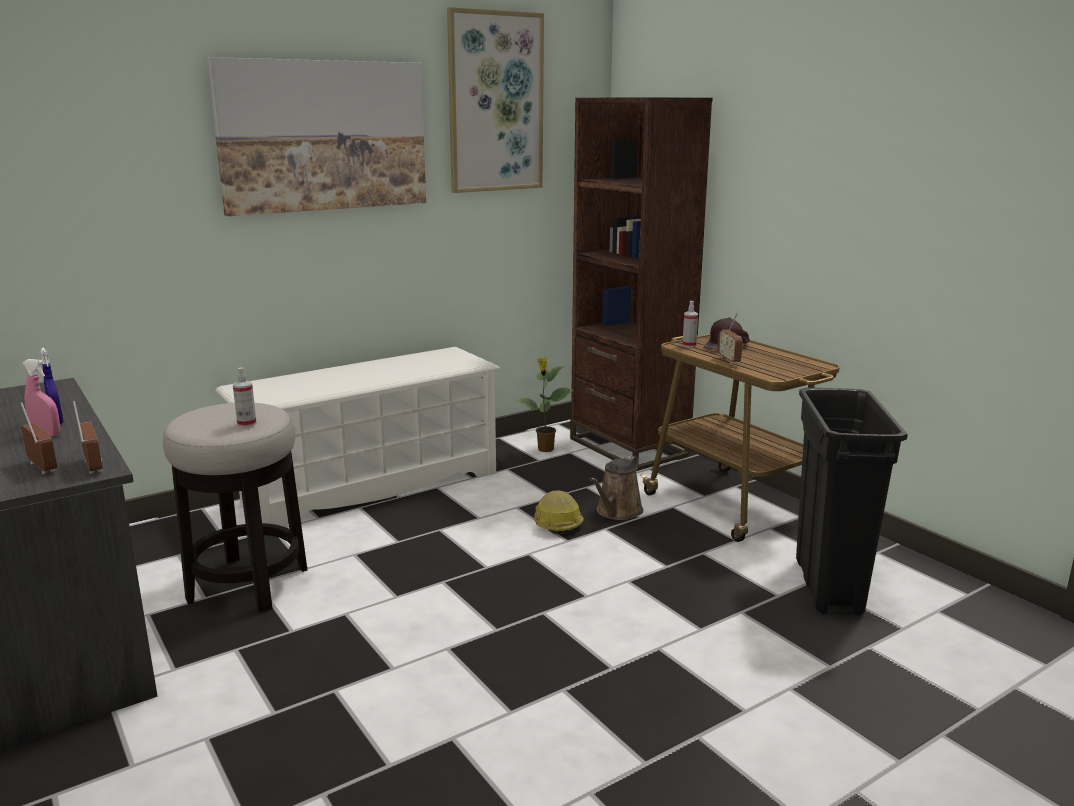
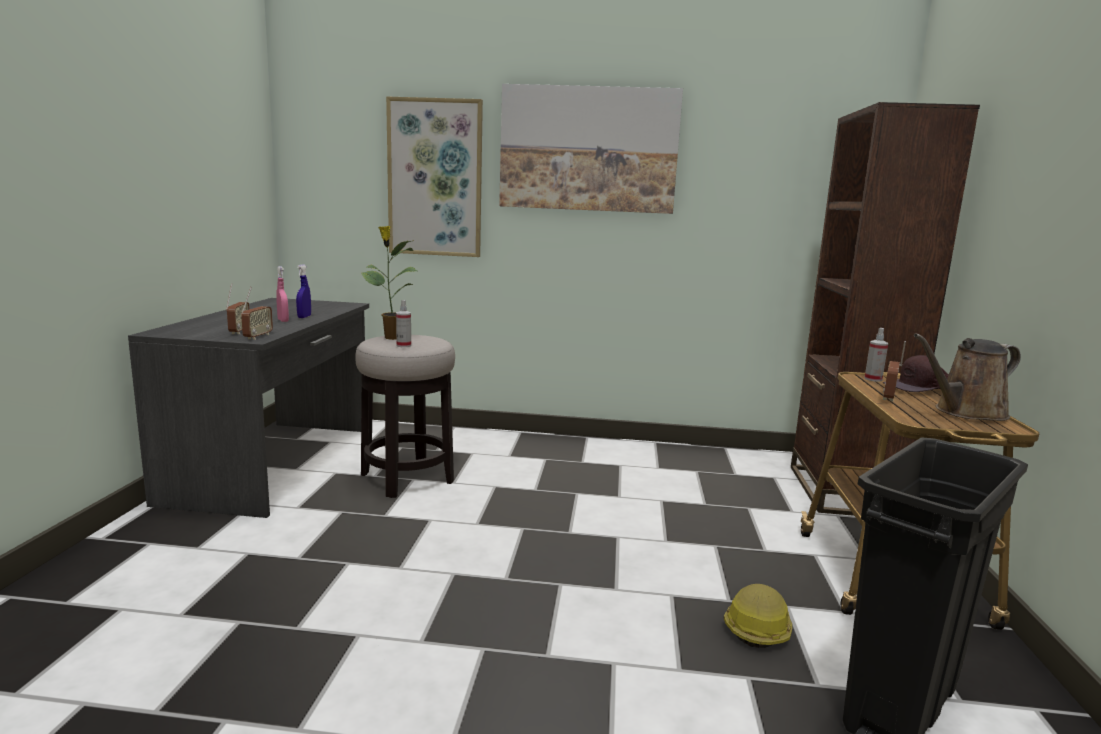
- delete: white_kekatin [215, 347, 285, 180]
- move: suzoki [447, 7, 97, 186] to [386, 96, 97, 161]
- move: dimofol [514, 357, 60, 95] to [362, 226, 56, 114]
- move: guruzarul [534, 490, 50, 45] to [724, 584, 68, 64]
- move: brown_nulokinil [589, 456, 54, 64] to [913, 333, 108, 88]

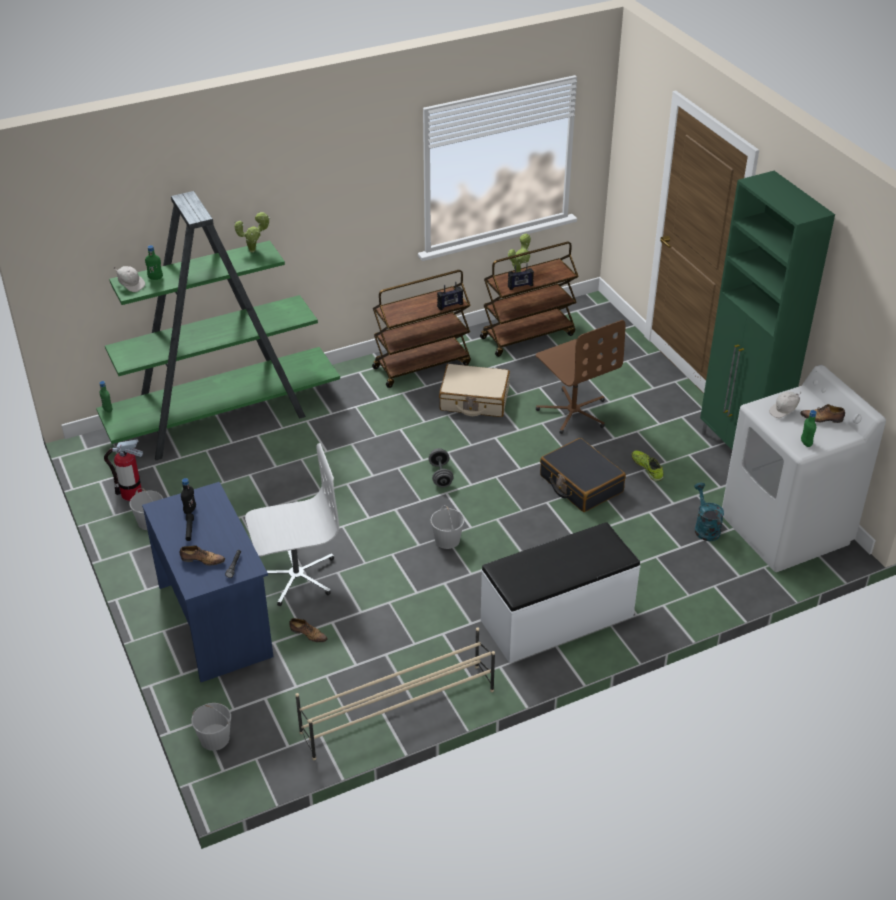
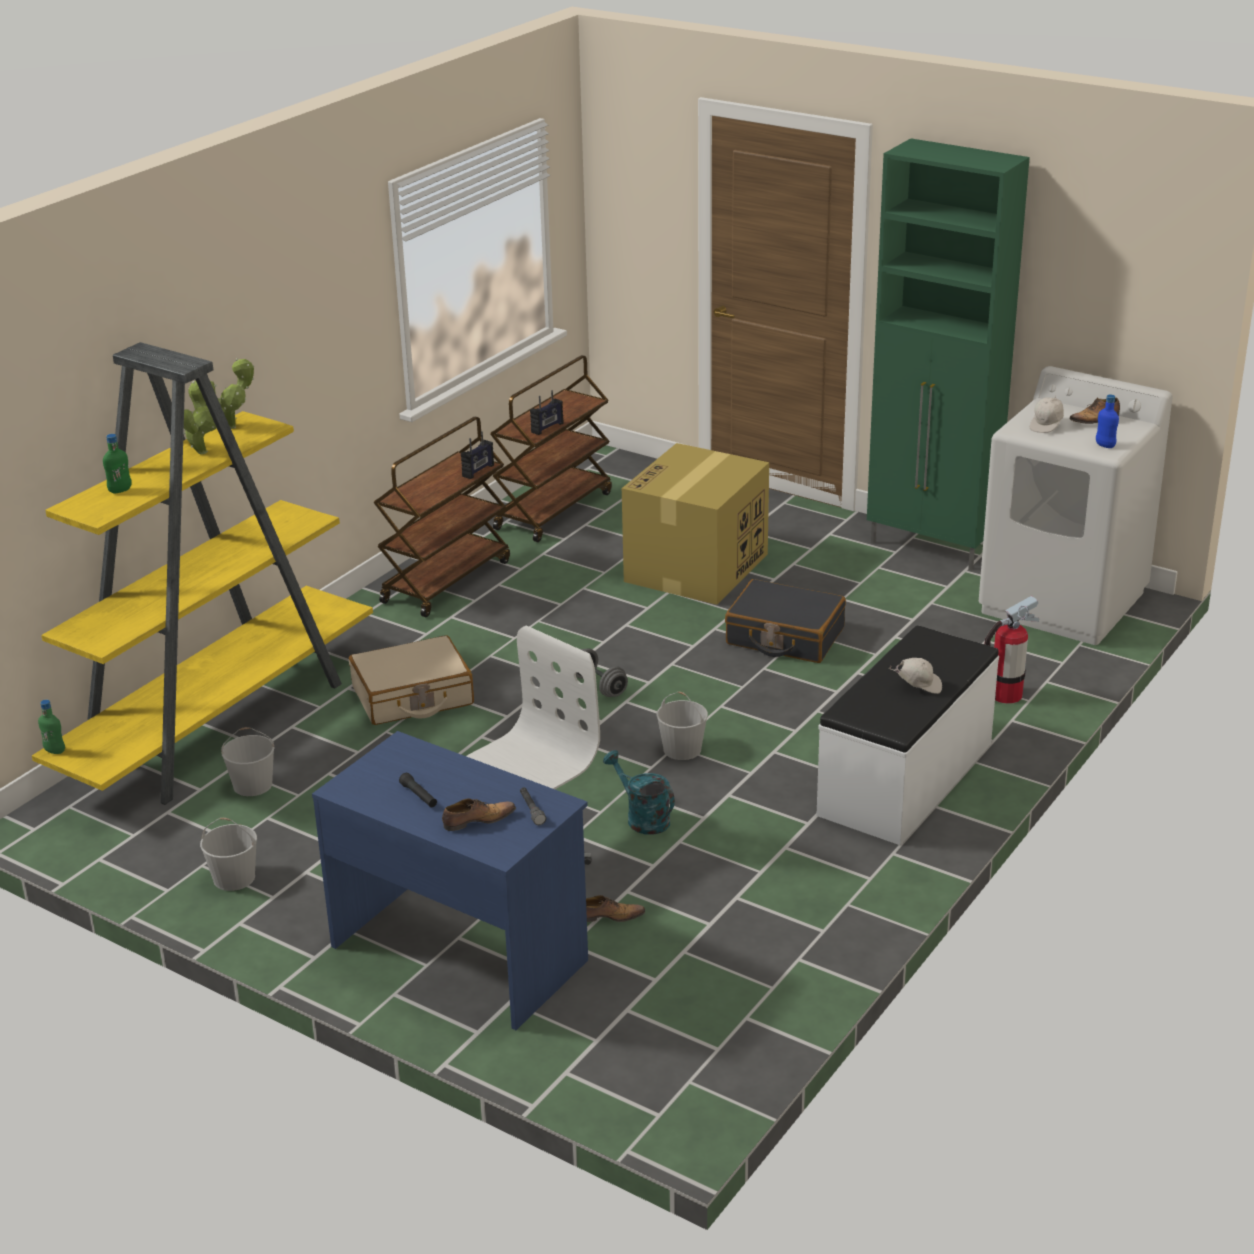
- recolor: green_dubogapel [96, 191, 244, 269] to yellow_dubogapel [32, 342, 341, 463]
- move: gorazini [104, 439, 39, 62] to [984, 596, 55, 108]
- move: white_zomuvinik [114, 266, 31, 26] to [889, 658, 53, 36]
- delete: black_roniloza [181, 478, 15, 36]
- move: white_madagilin [191, 703, 40, 48] to [221, 727, 54, 69]
- delete: beige_kekatin [295, 627, 200, 133]
- move: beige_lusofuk [439, 364, 71, 53] to [349, 635, 125, 90]
- move: dimofol [508, 234, 23, 38] to [183, 381, 34, 74]
- replace: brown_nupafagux [536, 320, 90, 114] to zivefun [622, 443, 147, 162]
- delete: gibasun [631, 450, 32, 31]
- move: turquoise_nulokinil [694, 483, 30, 58] to [603, 750, 72, 85]
- recolor: green_roniloza [801, 410, 16, 37] to blue_roniloza [1096, 395, 23, 53]

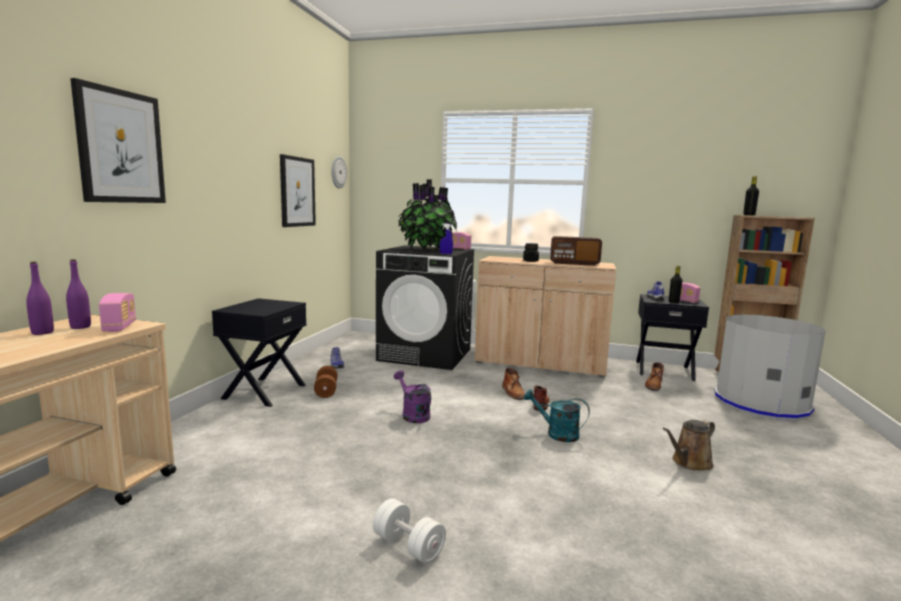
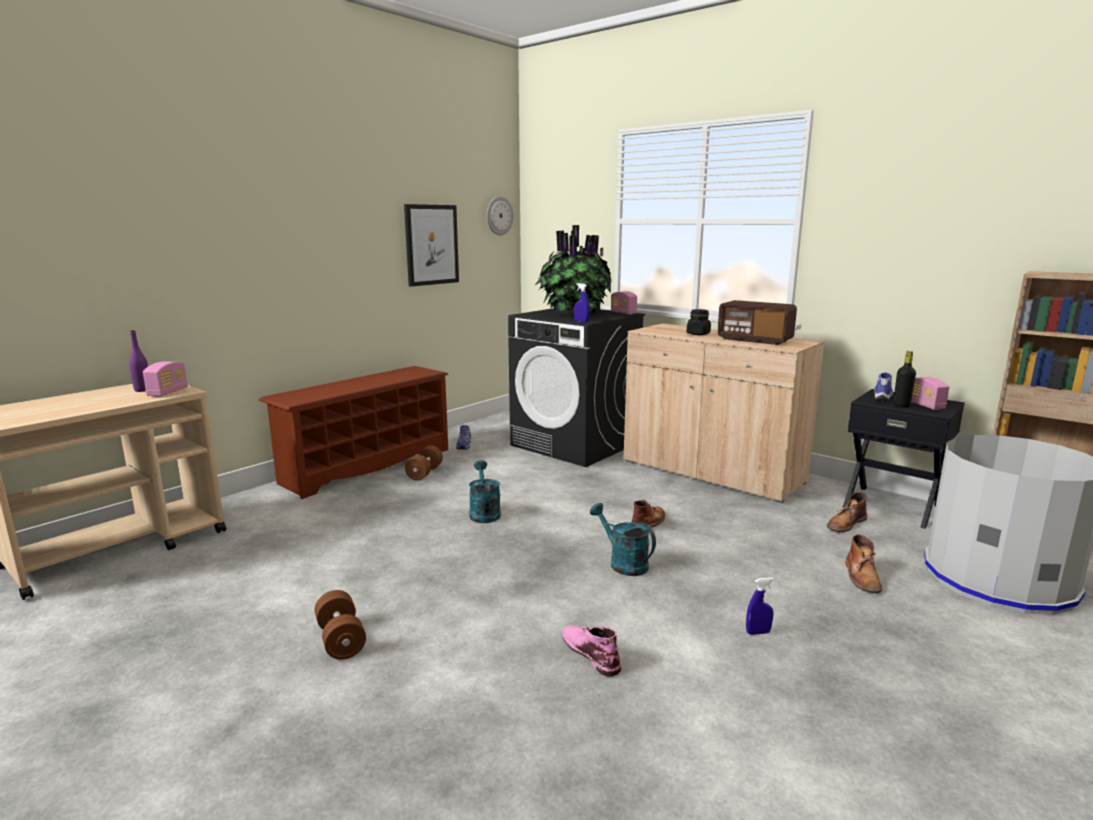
- delete: purple_roniloza [26, 262, 28, 73]
- delete: suzoki [70, 78, 96, 125]
- replace: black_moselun [212, 298, 94, 109] to brown_kekatin [258, 366, 191, 133]
- recolor: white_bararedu [373, 498, 73, 66] to brown_bararedu [315, 590, 51, 70]
- recolor: purple_nulokinil [394, 370, 37, 53] to turquoise_nulokinil [469, 460, 32, 63]
- move: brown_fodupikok [502, 368, 23, 32] to [845, 534, 37, 59]
- replace: brown_nulokinil [663, 420, 52, 51] to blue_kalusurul [746, 577, 28, 58]
- delete: black_roniloza [743, 176, 16, 39]
- insert: pink_fodupikok [562, 625, 59, 52]

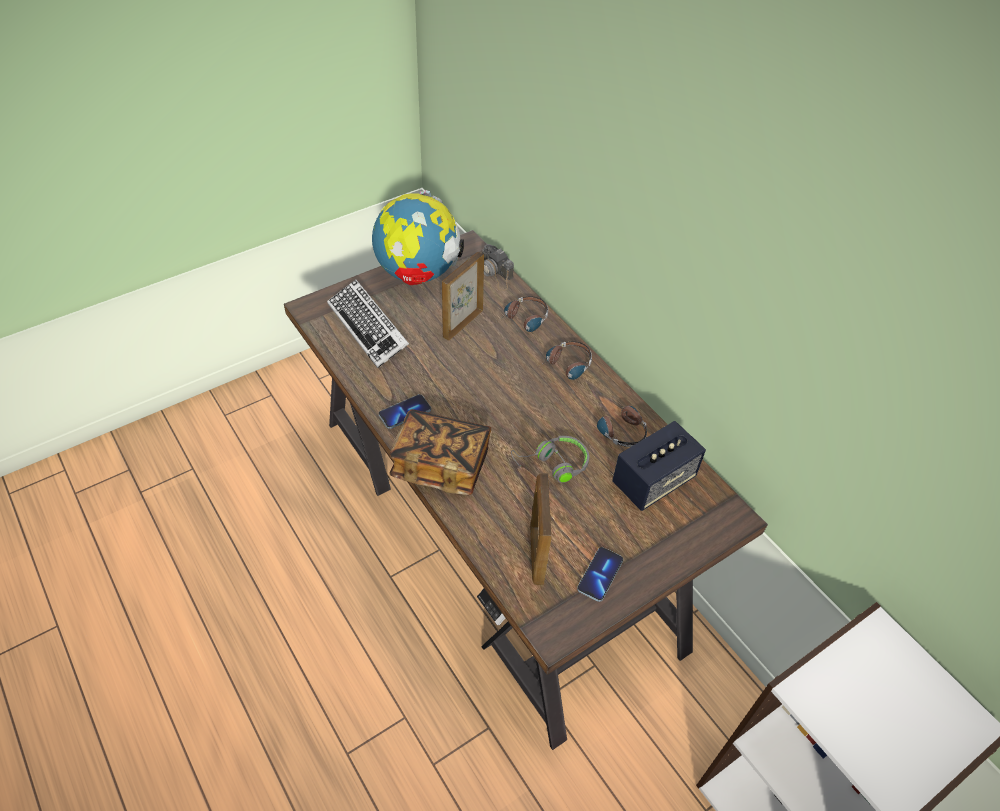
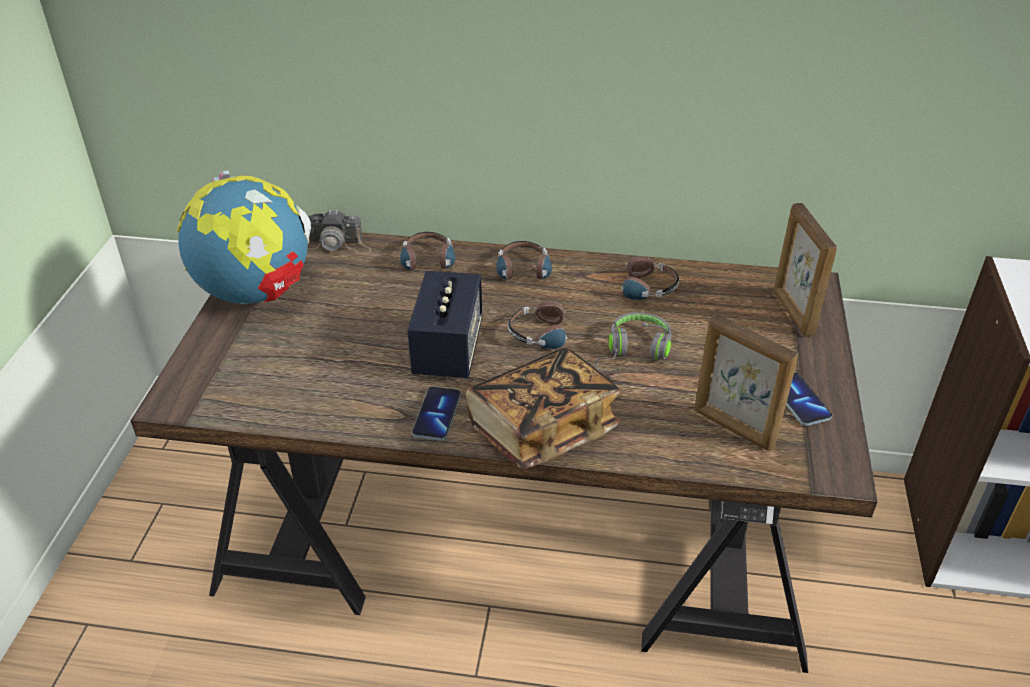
- delete: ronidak [327, 279, 82, 89]
- move: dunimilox [442, 252, 42, 89] to [774, 203, 63, 134]
- move: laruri [612, 421, 94, 90] to [407, 271, 75, 107]
- insert: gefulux [508, 302, 83, 47]

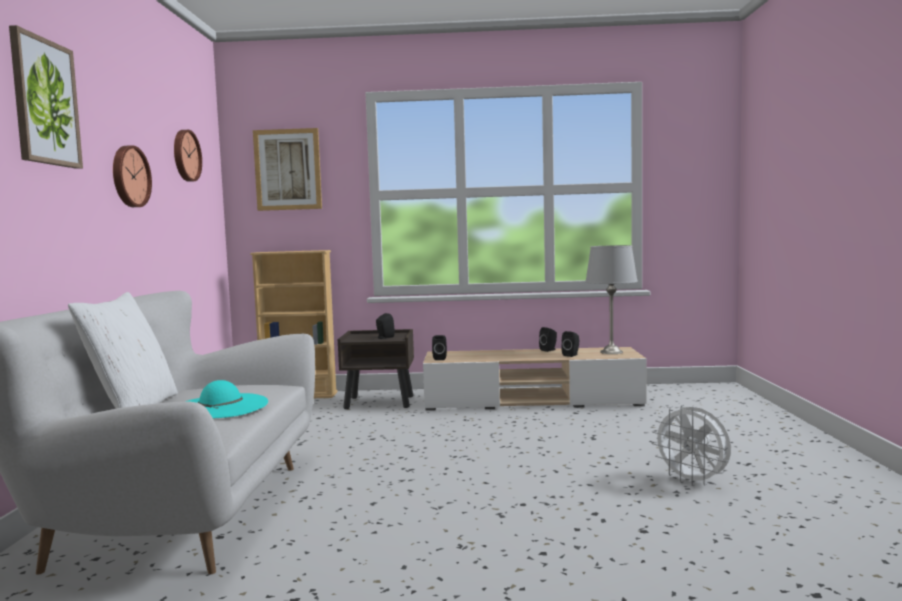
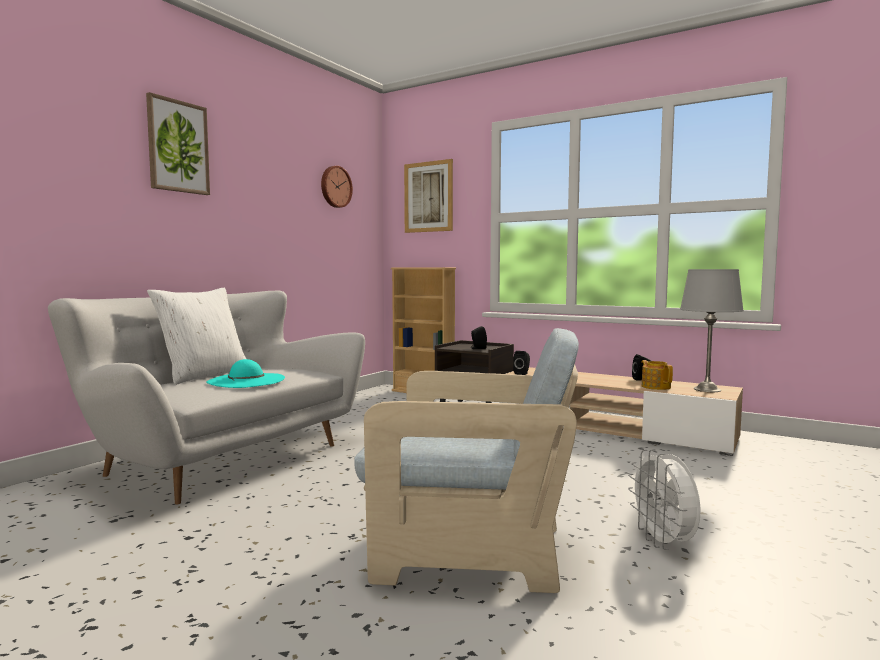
- delete: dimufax [113, 145, 39, 62]
- replace: black_laruri [561, 331, 18, 26] to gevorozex [641, 360, 32, 30]
- insert: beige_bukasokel [354, 328, 225, 265]

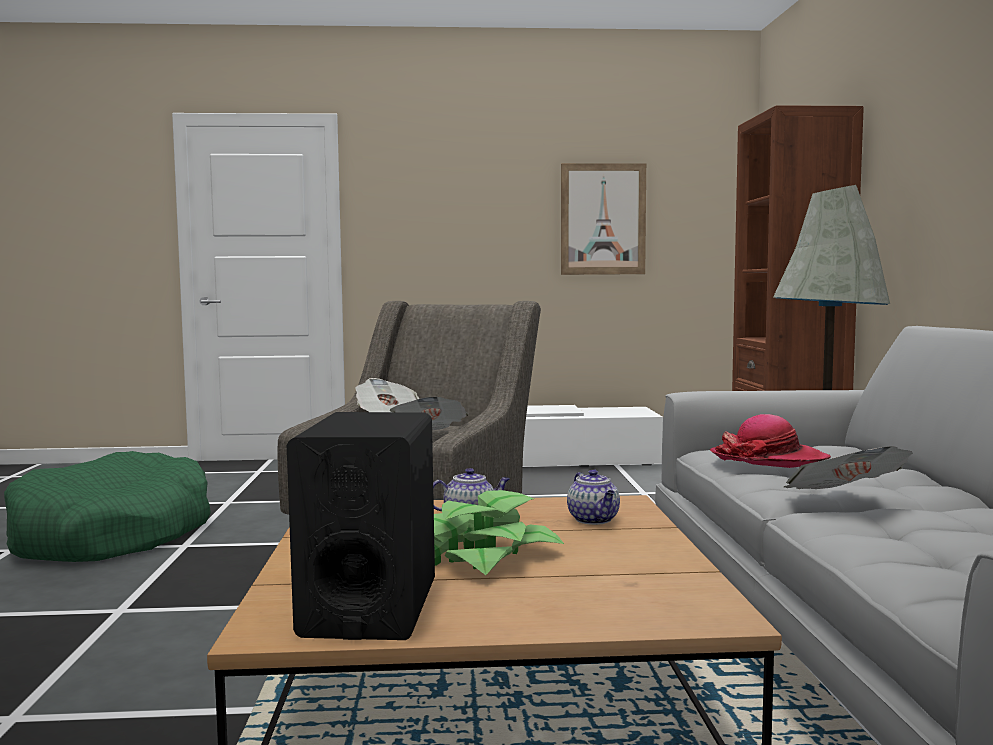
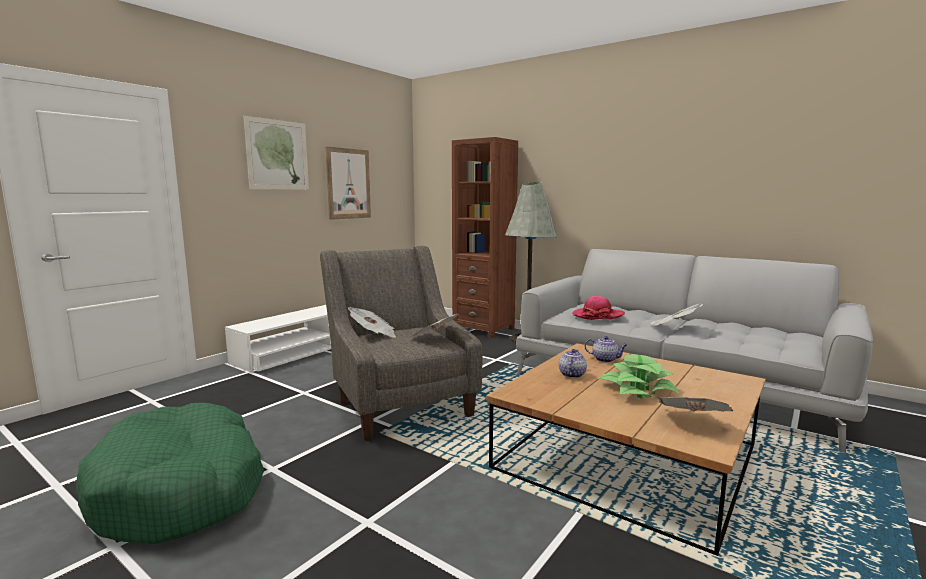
- replace: black_laruri [287, 412, 148, 228] to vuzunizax [657, 397, 77, 15]
- insert: suzoki [243, 116, 66, 74]

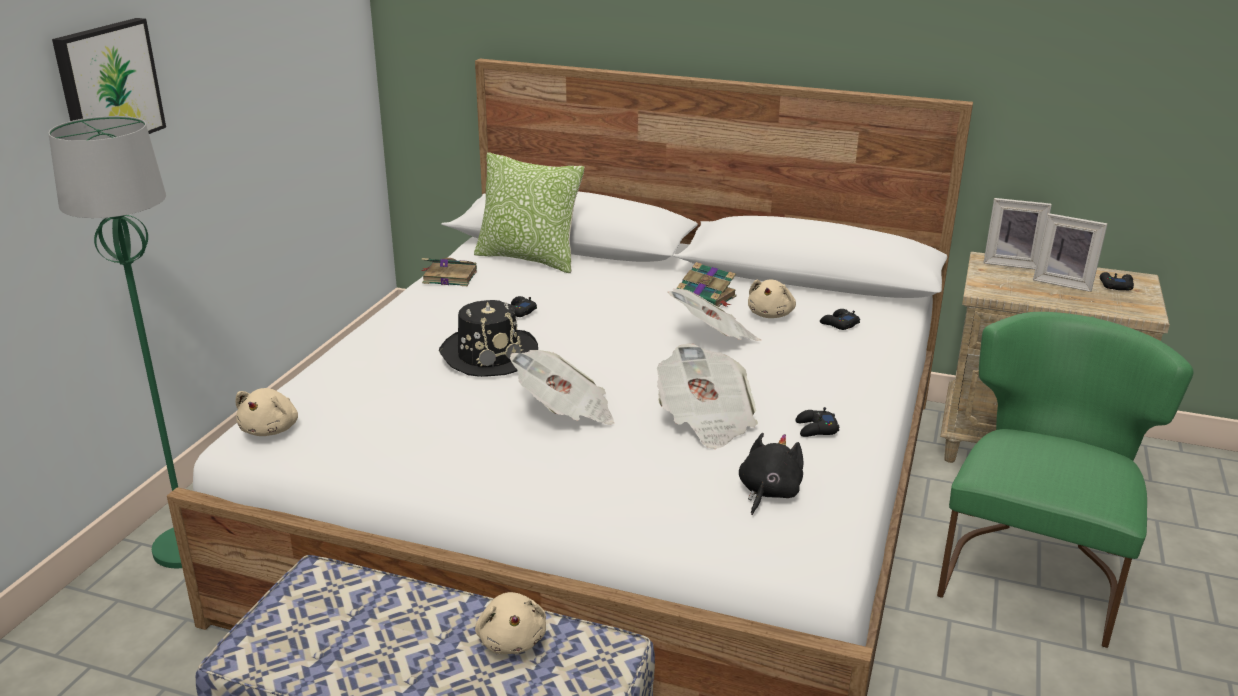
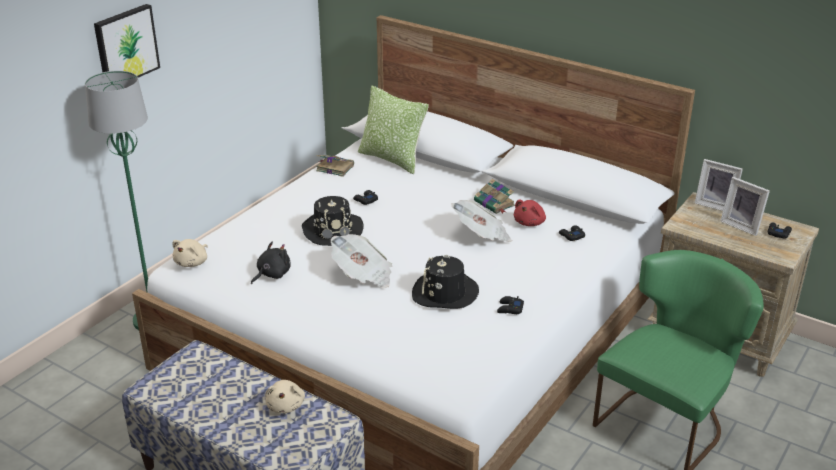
- replace: vuzunizax [657, 343, 101, 106] to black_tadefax [412, 255, 67, 54]
- move: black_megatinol [739, 433, 65, 82] to [251, 242, 39, 42]
- recolor: beige_megatinol [748, 280, 48, 38] to red_megatinol [514, 200, 32, 26]

